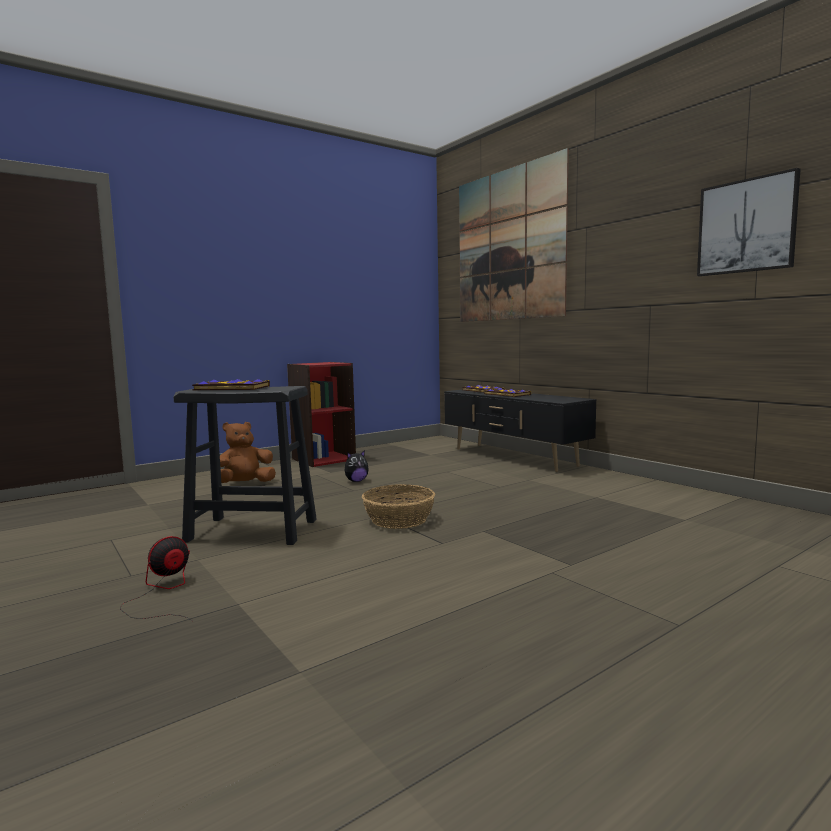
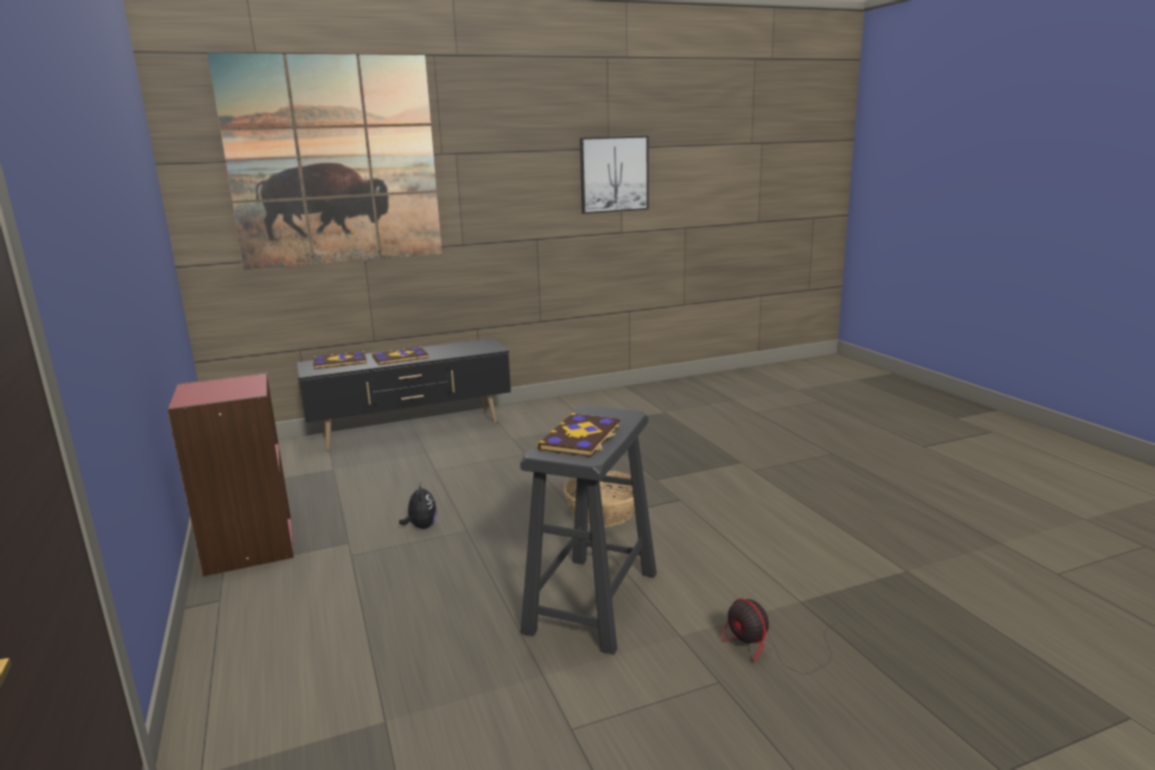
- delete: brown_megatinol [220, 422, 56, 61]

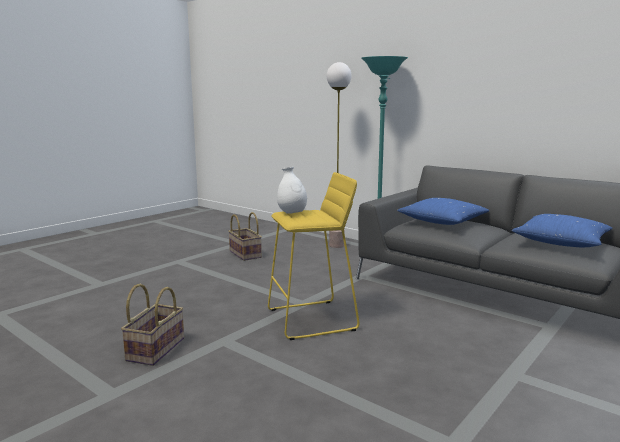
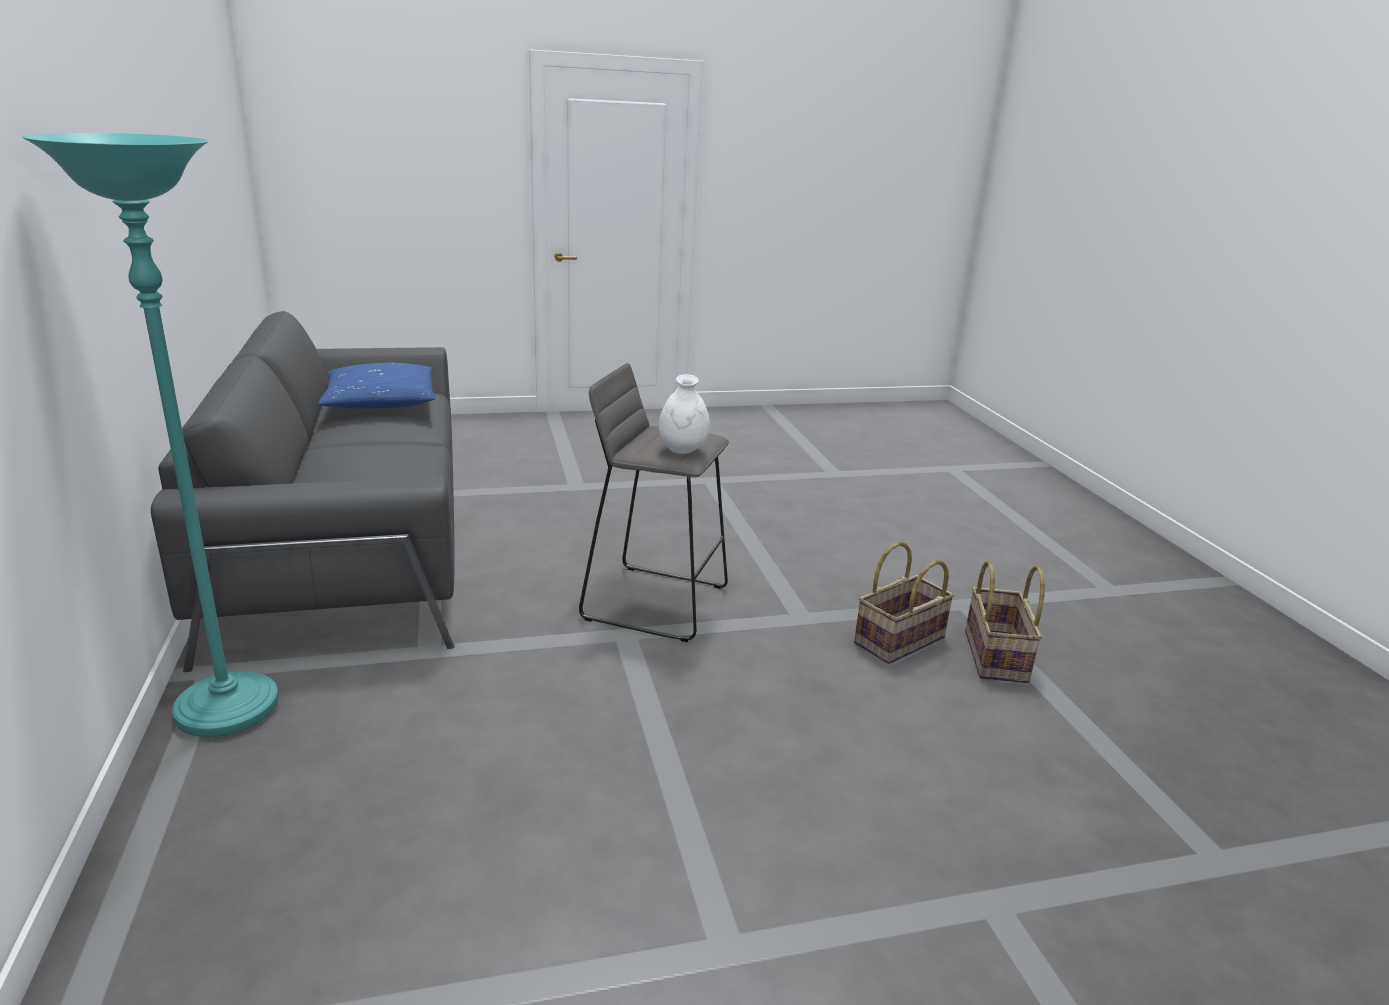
- move: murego [228, 212, 34, 49] to [965, 561, 80, 122]
- recolor: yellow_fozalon [268, 172, 91, 168] to grey_fozalon [579, 363, 150, 279]
- delete: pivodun [327, 62, 24, 186]
- delete: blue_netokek [397, 198, 92, 27]

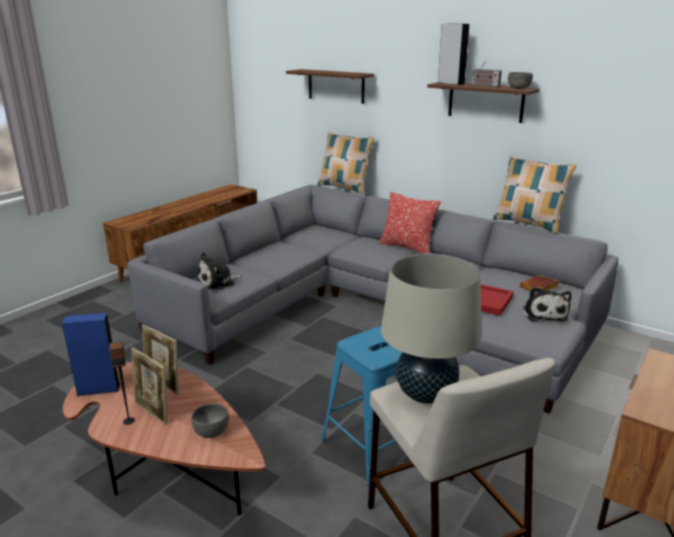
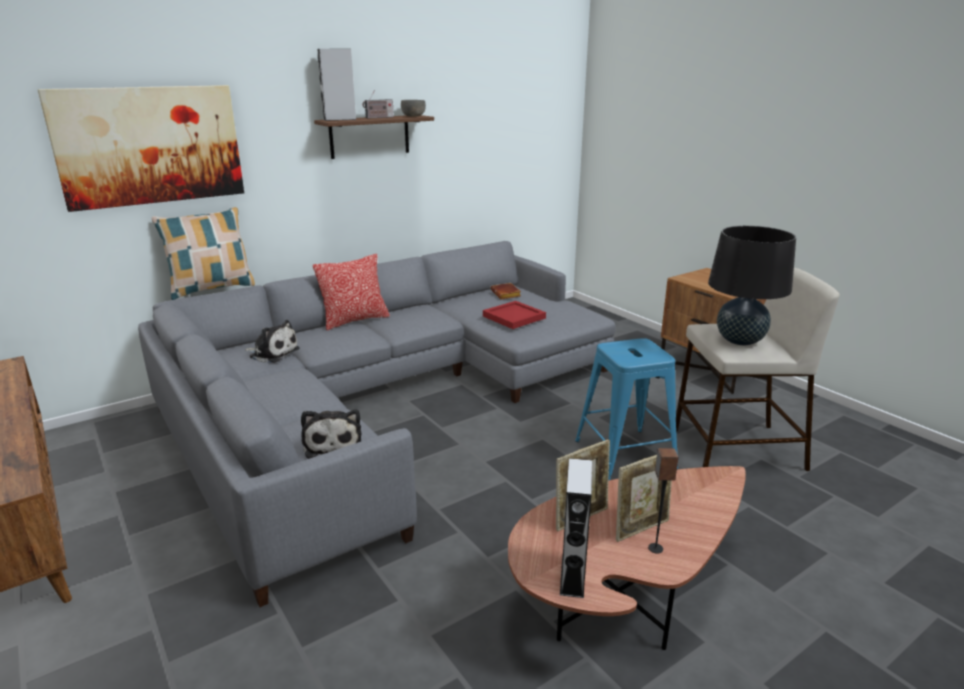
- recolor: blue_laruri [62, 313, 58, 83] to grey_laruri [560, 458, 32, 140]
- delete: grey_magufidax [191, 404, 38, 34]
- replace: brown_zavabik [286, 69, 88, 35] to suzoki [37, 85, 207, 127]
- recolor: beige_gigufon [381, 254, 100, 149] to black_gigufon [708, 225, 88, 120]
- delete: netokek [493, 155, 83, 78]
- move: megatinol [523, 287, 49, 35] to [245, 320, 55, 43]

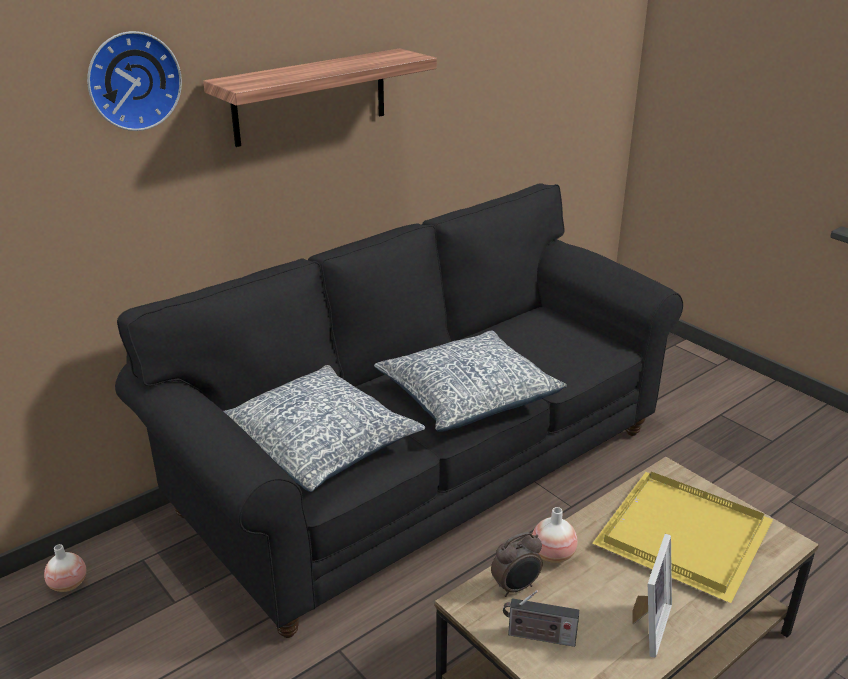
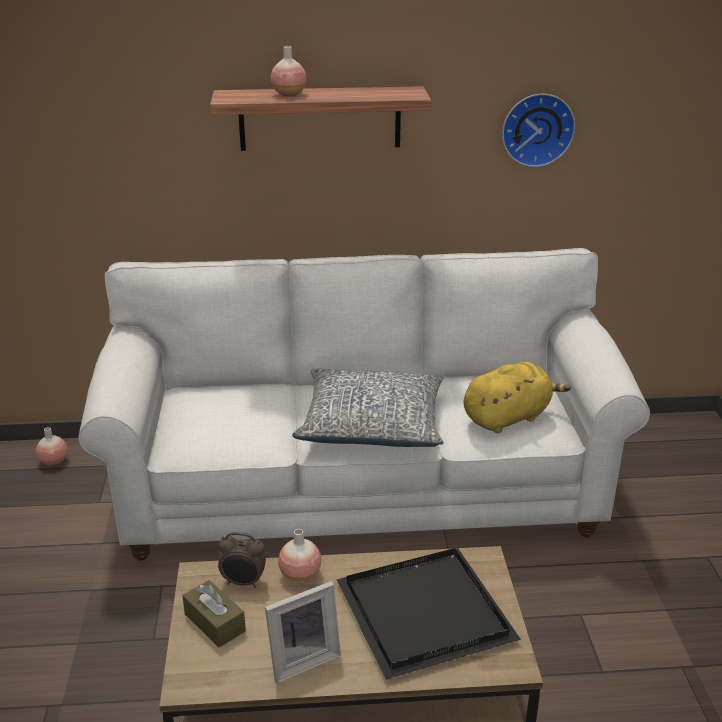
- move: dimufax [87, 31, 95, 100] to [502, 94, 73, 73]
- recolor: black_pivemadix [115, 183, 568, 455] to white_pivemadix [79, 248, 571, 313]
- delete: netokek [223, 365, 202, 127]
- replace: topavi [503, 590, 76, 57] to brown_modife [182, 580, 64, 67]
- recolor: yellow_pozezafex [592, 472, 181, 131] to black_pozezafex [336, 548, 185, 132]
- insert: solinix [271, 46, 36, 50]
- insert: yellow_megatinol [464, 362, 107, 71]

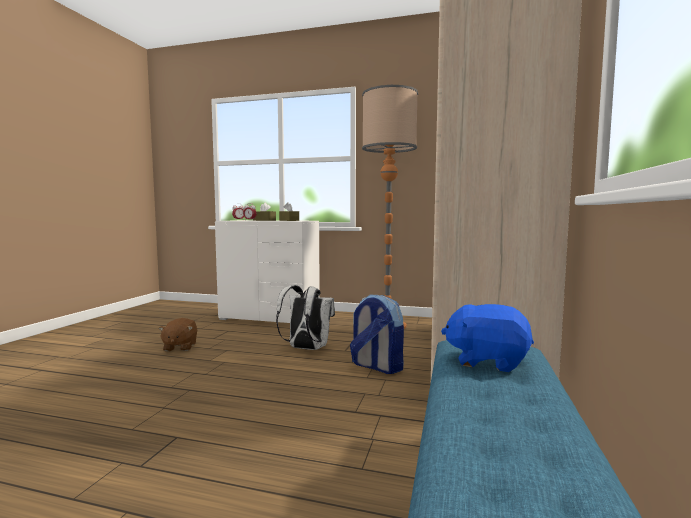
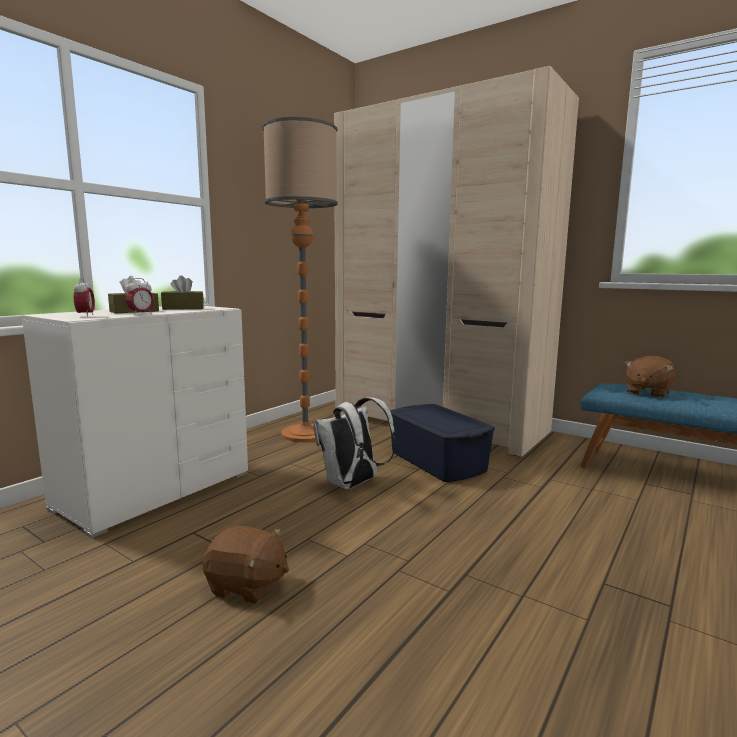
- replace: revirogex [350, 295, 54, 79] to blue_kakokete [390, 404, 105, 78]
- recolor: blue_megatinol [441, 304, 93, 68] to brown_megatinol [625, 355, 50, 43]

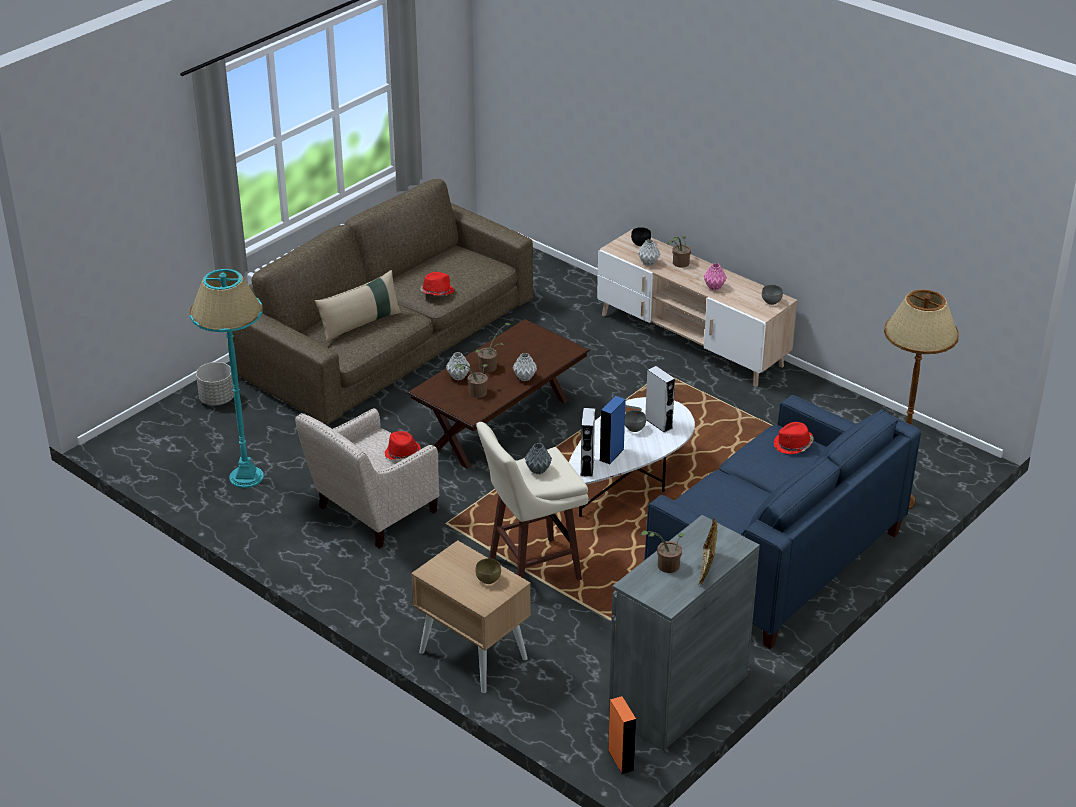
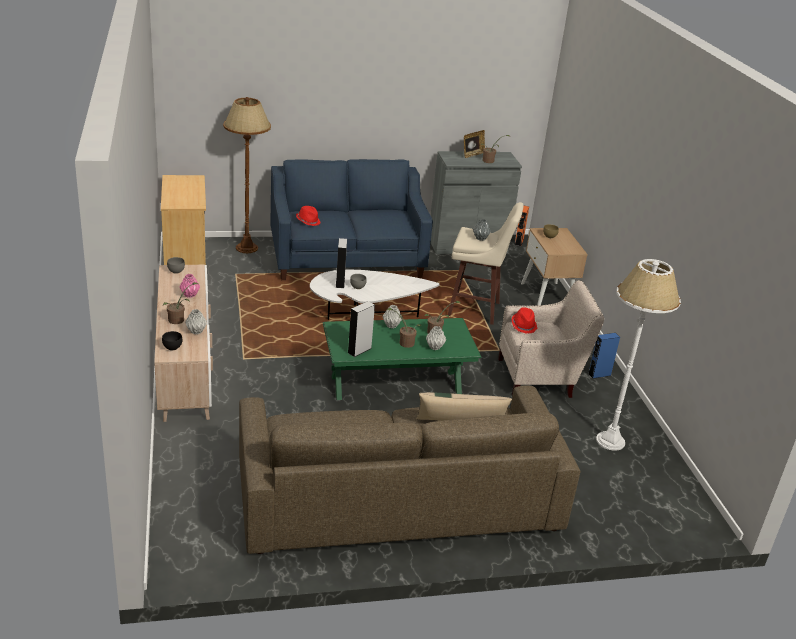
- recolor: turquoise_pivodun [190, 269, 74, 219] to white_pivodun [596, 259, 85, 192]
- delete: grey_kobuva [196, 362, 38, 43]
- recolor: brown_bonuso [407, 319, 183, 150] to green_bonuso [323, 318, 159, 82]
- delete: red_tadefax [420, 272, 34, 24]
- move: grey_laruri [580, 408, 15, 69] to [348, 301, 27, 56]
- move: blue_laruri [600, 396, 26, 68] to [588, 333, 32, 46]
- insert: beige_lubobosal [161, 175, 45, 90]

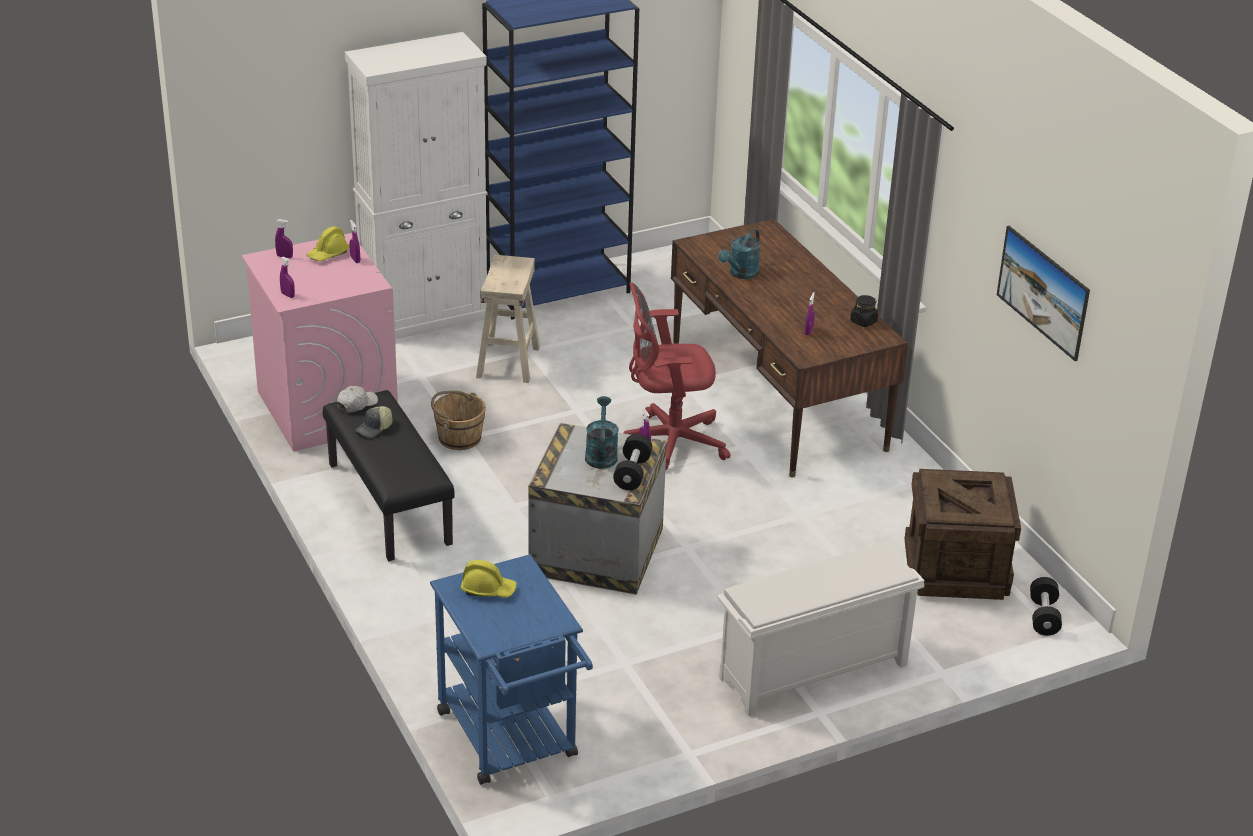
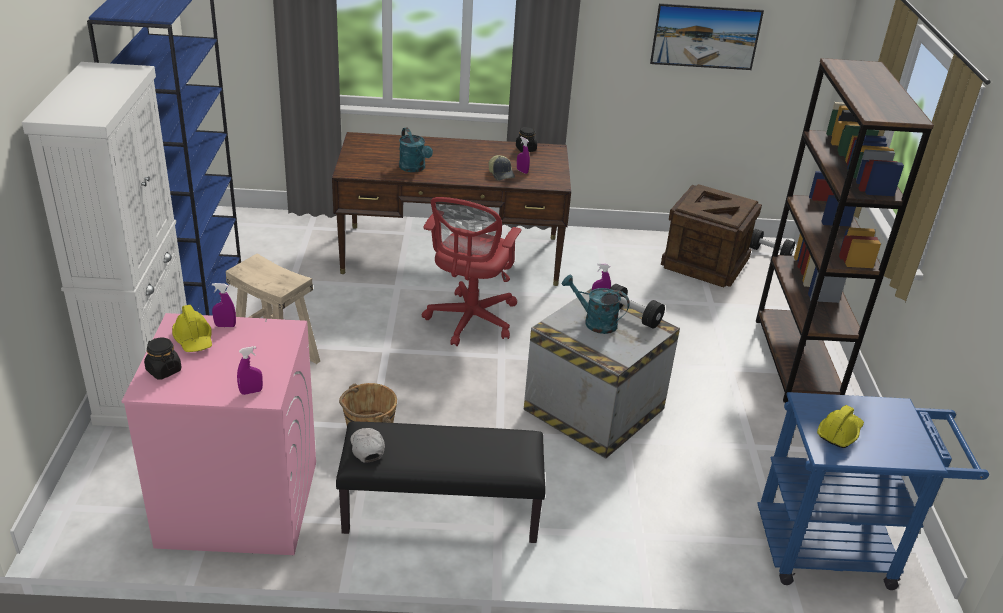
- replace: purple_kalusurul [275, 219, 18, 39] to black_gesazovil [144, 338, 37, 41]
- move: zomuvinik [355, 406, 38, 32] to [489, 155, 26, 25]
- replace: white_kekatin [717, 542, 207, 174] to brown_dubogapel [756, 58, 178, 345]

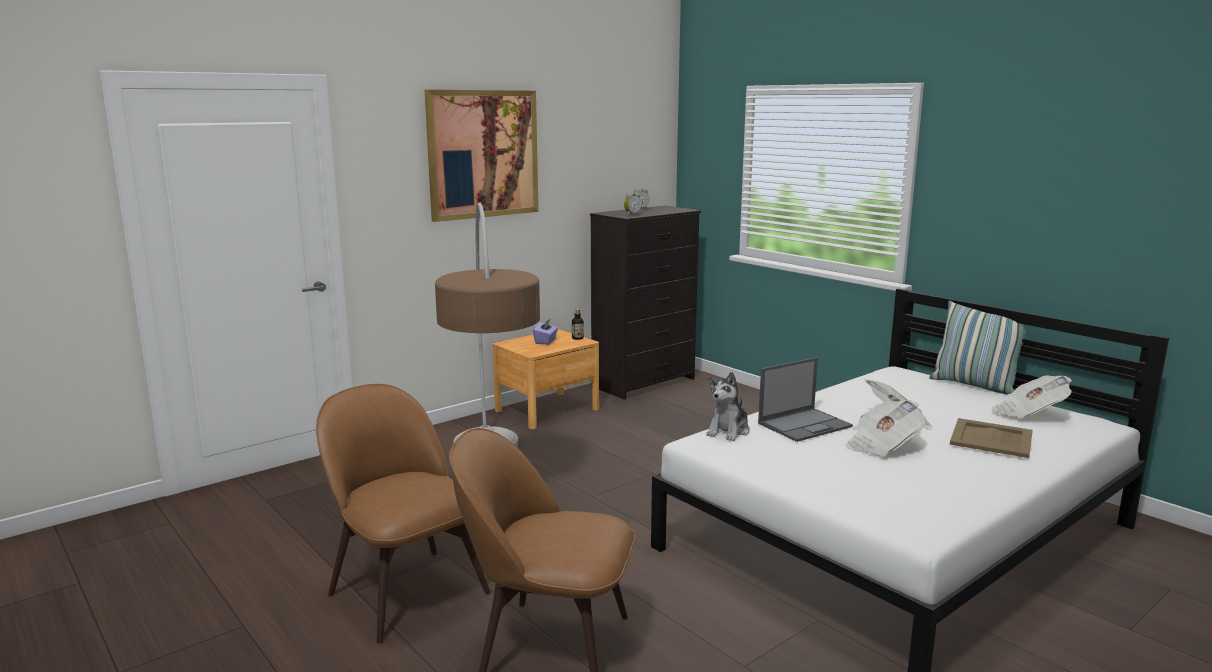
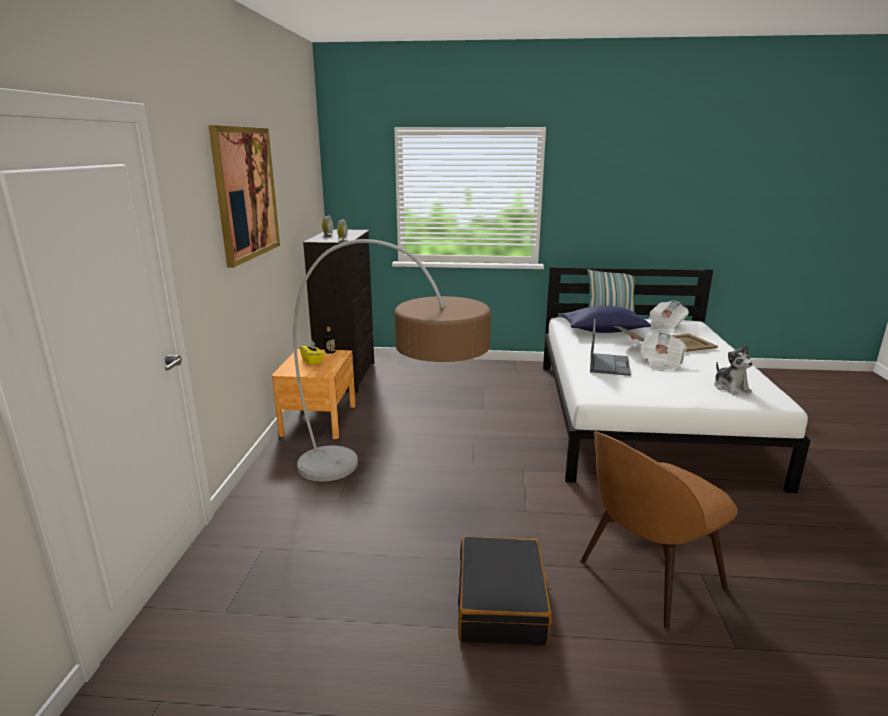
- replace: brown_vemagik [316, 384, 175, 260] to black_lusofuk [458, 536, 94, 110]
- recolor: purple_modife [533, 319, 25, 26] to yellow_modife [299, 341, 25, 24]
- move: megatinol [706, 372, 44, 69] to [714, 344, 39, 51]
- insert: blue_netokek [562, 306, 89, 27]

